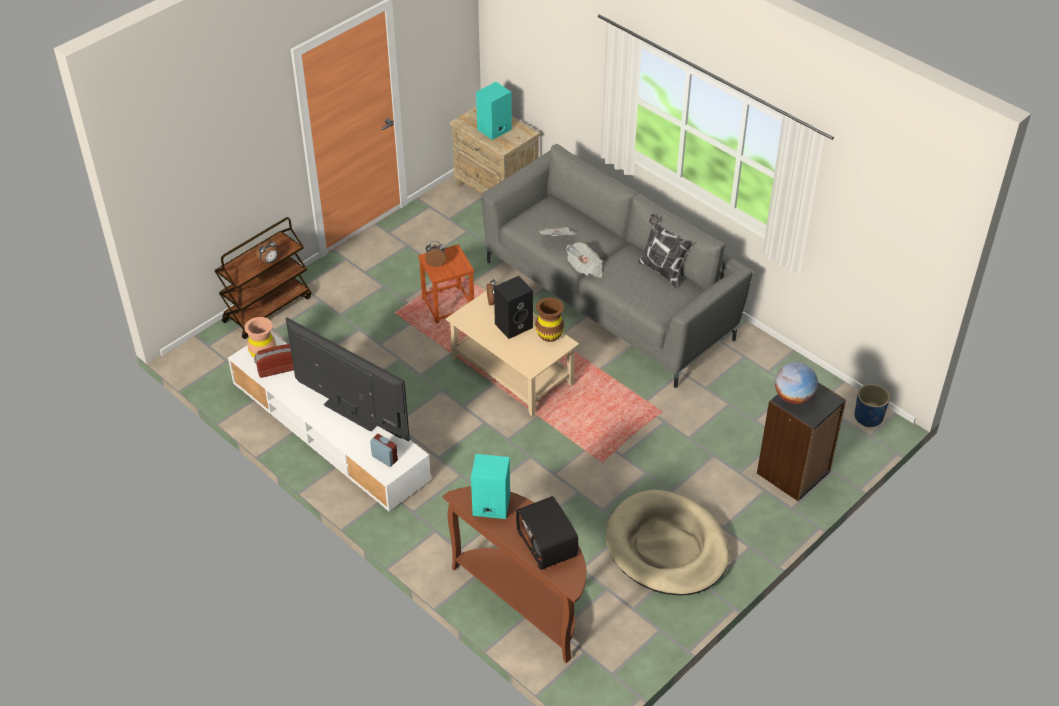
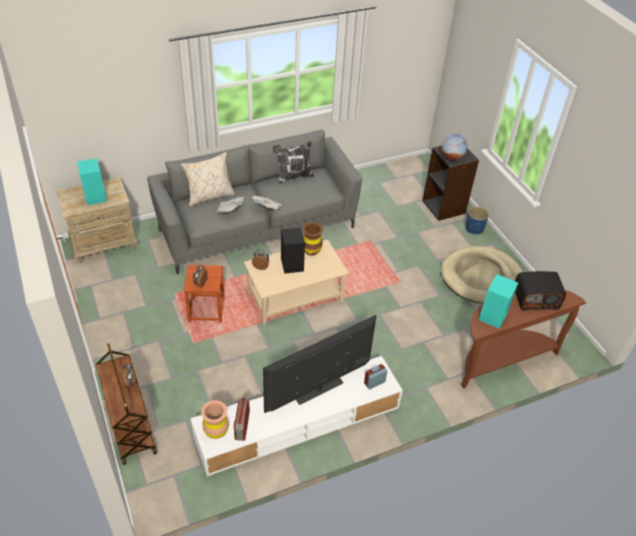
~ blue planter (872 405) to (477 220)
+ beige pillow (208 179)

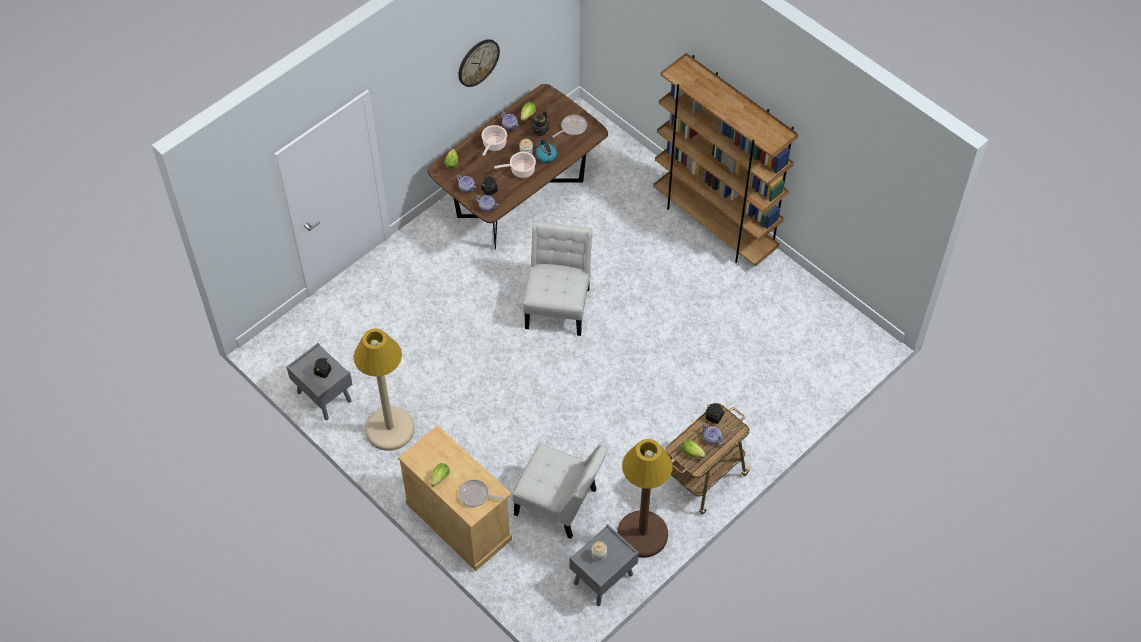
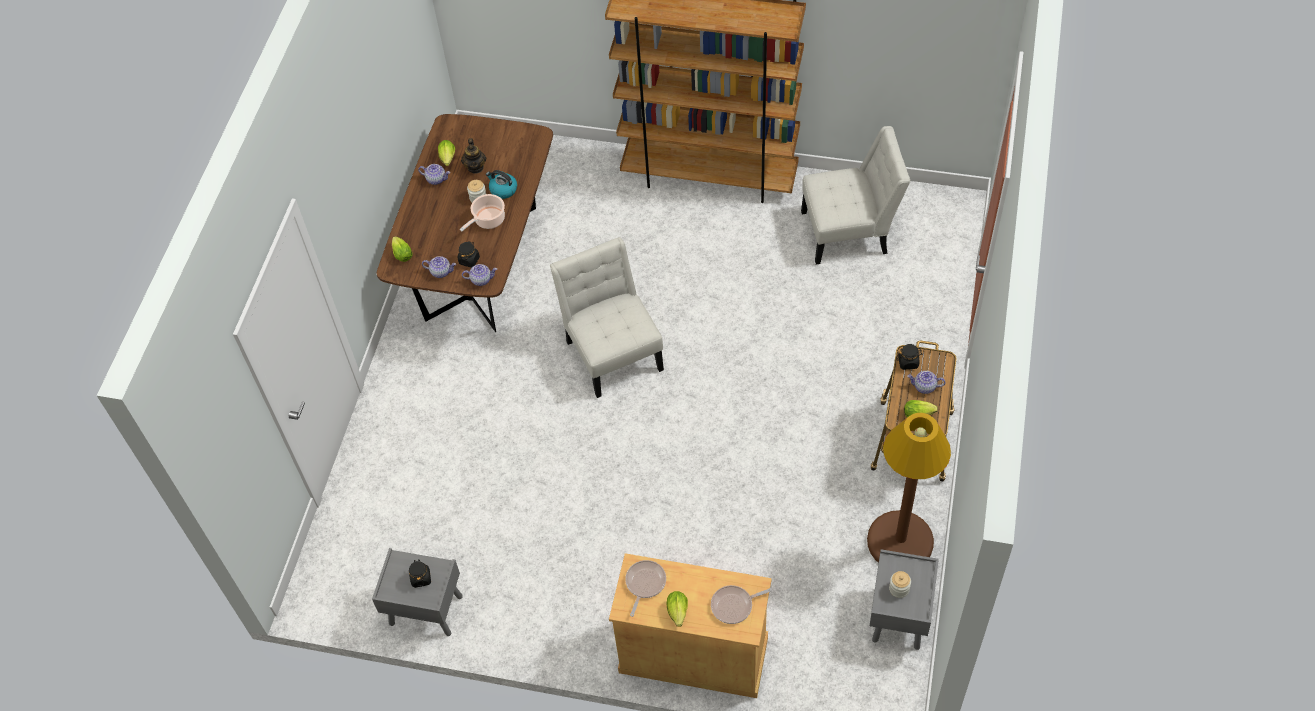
- beige floor lamp (384 389)
- wall clock (479 63)
- cooking pot (494 140)
~ white chair (561 491) to (855 195)
~ frying pan (569 126) to (645 588)

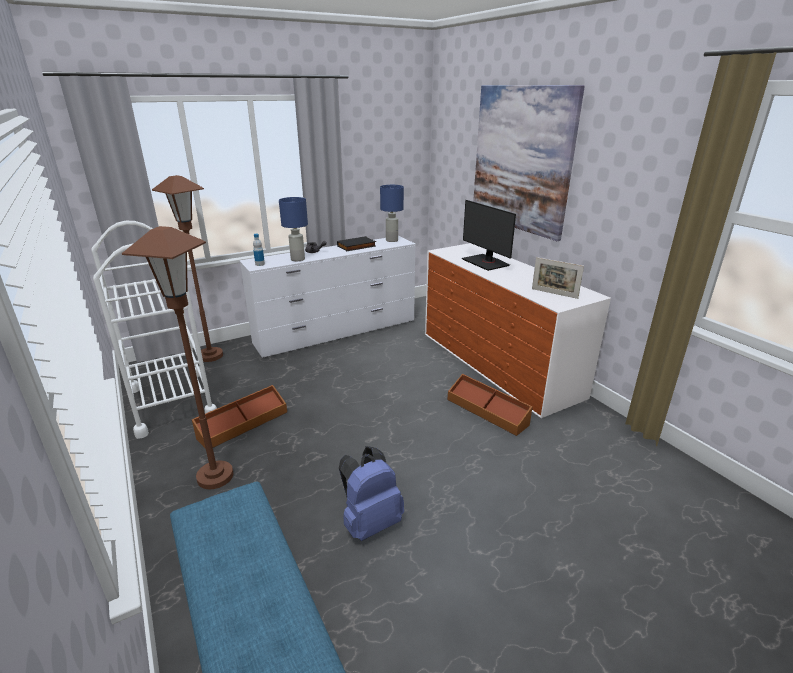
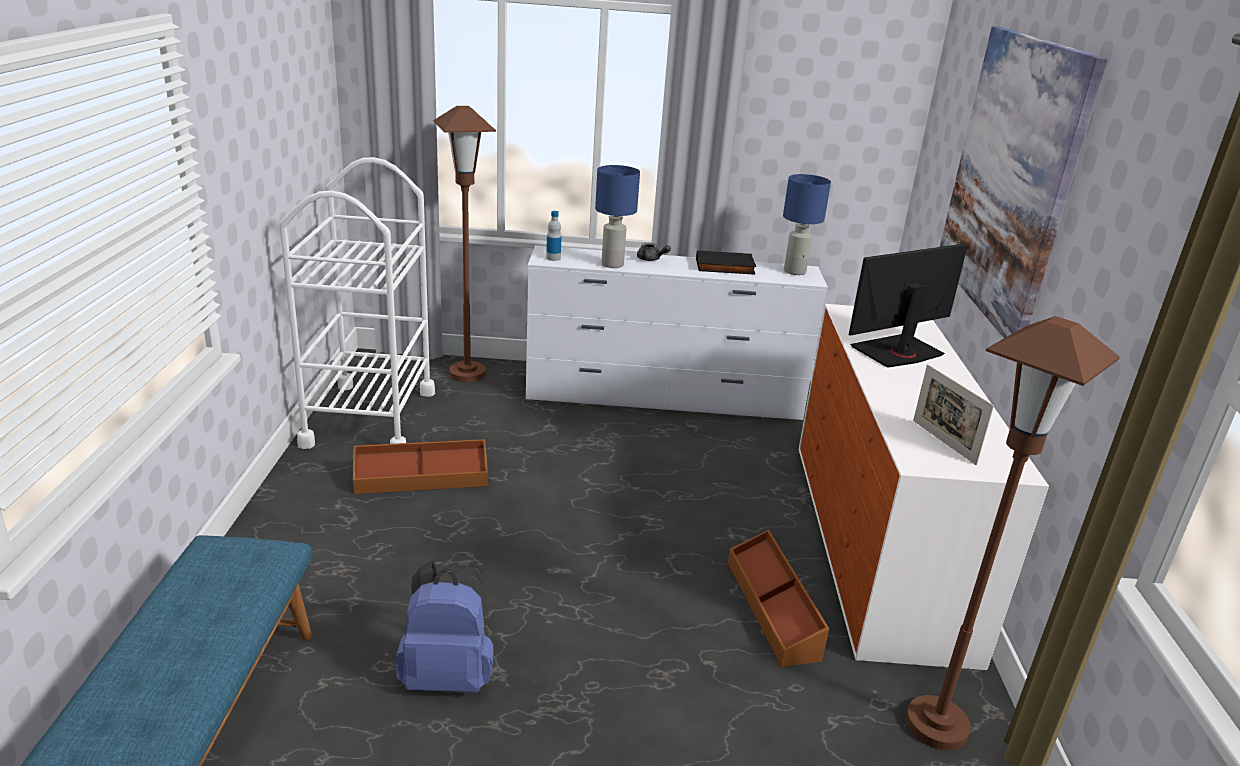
~ brown floor lamp (177 357) to (1013 533)
~ monitor (489 235) = (908 305) 60 degrees clockwise

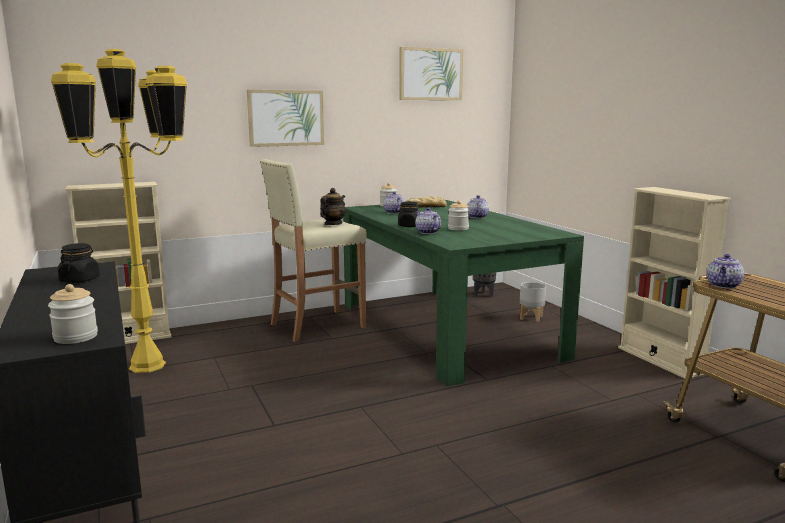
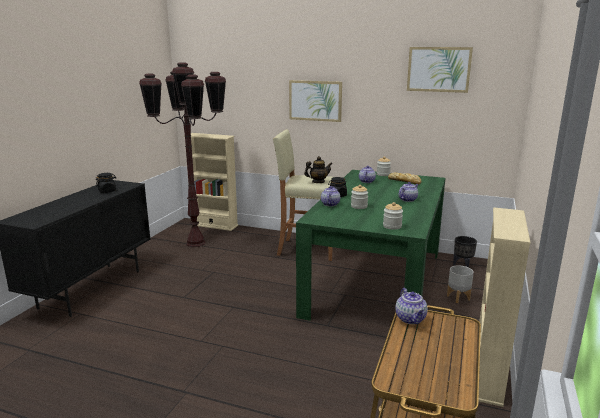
~ jar (73 314) to (393 216)
~ yellow floor lamp (119 211) to brown floor lamp (182 154)
~ teapot (725 271) = (411 306) 90 degrees counterclockwise

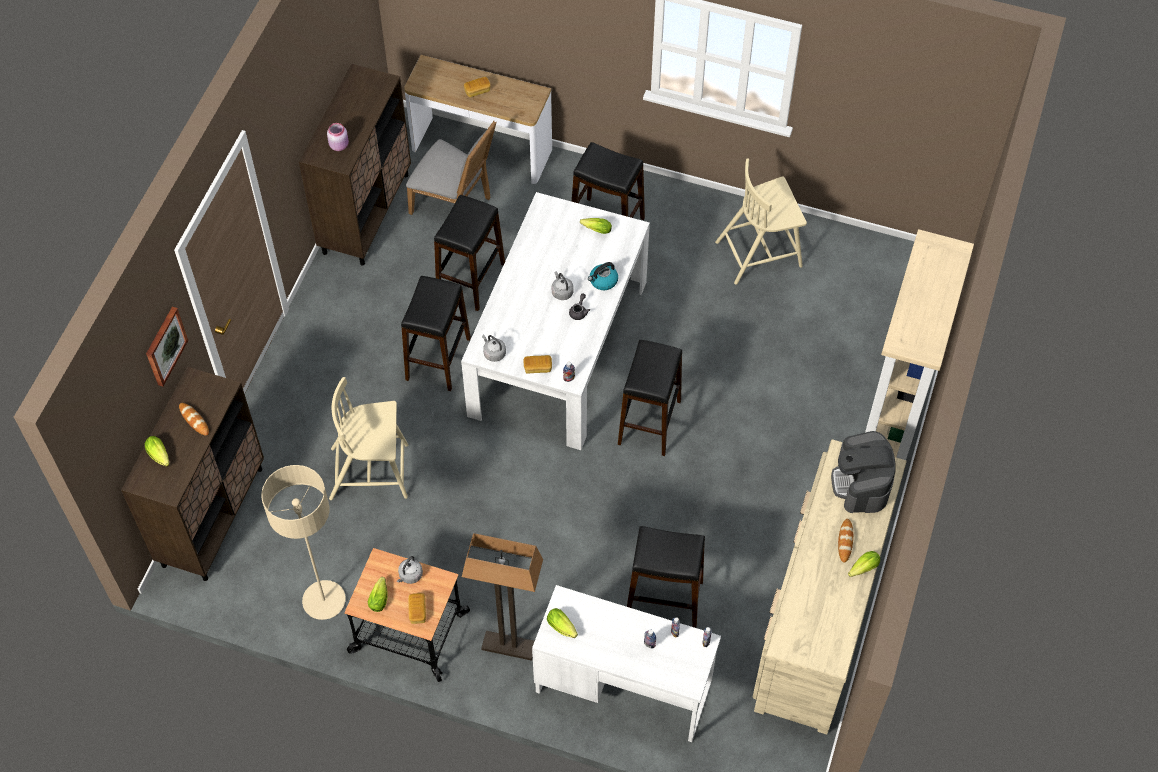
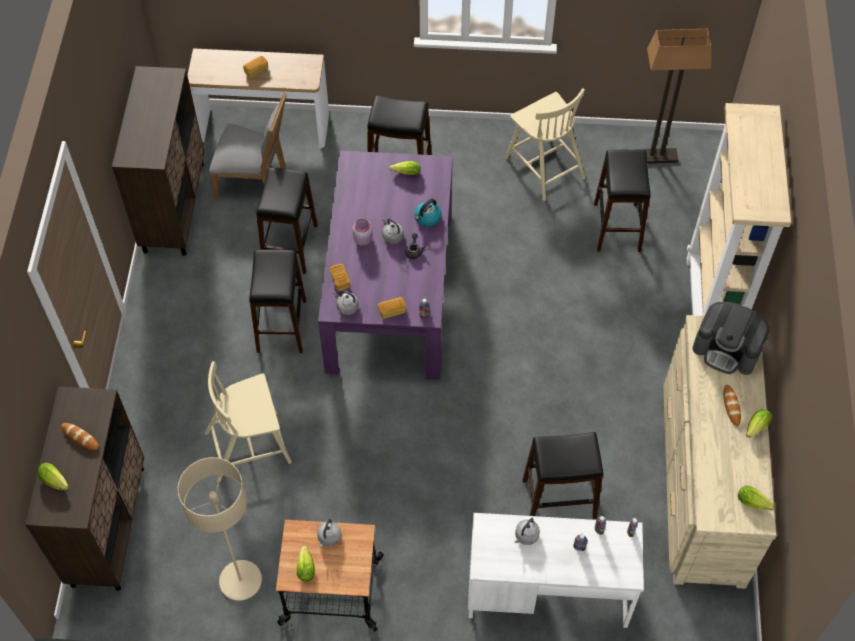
- picture (167 346)
~ pink jar (338 137) to (362 232)
~ bread (417 608) to (340 277)
~ white dining table (555 321) to purple dining table (385 265)
~ floor lamp (502 597) to (673 96)
~ lettuce (562 623) to (756 497)
~ black stool (650 398) to (622 201)
~ beige chair (761 222) = (545 144) 90 degrees counterclockwise
~ coffee machine (863 472) = (730 338) 45 degrees counterclockwise
+ grey kettle (527 531)

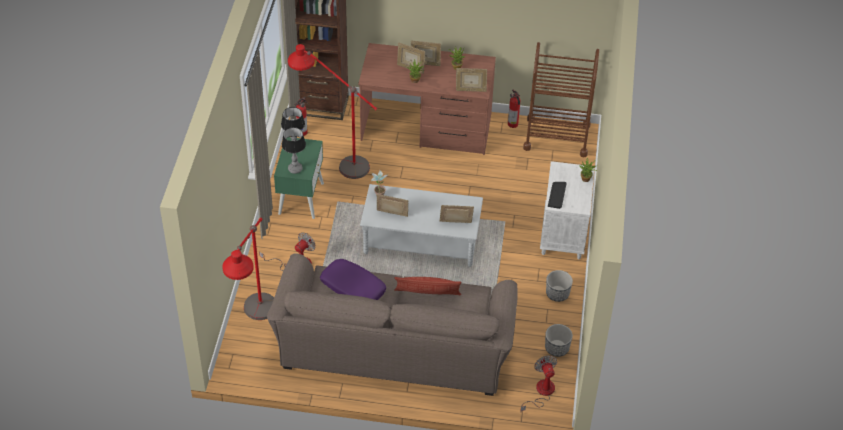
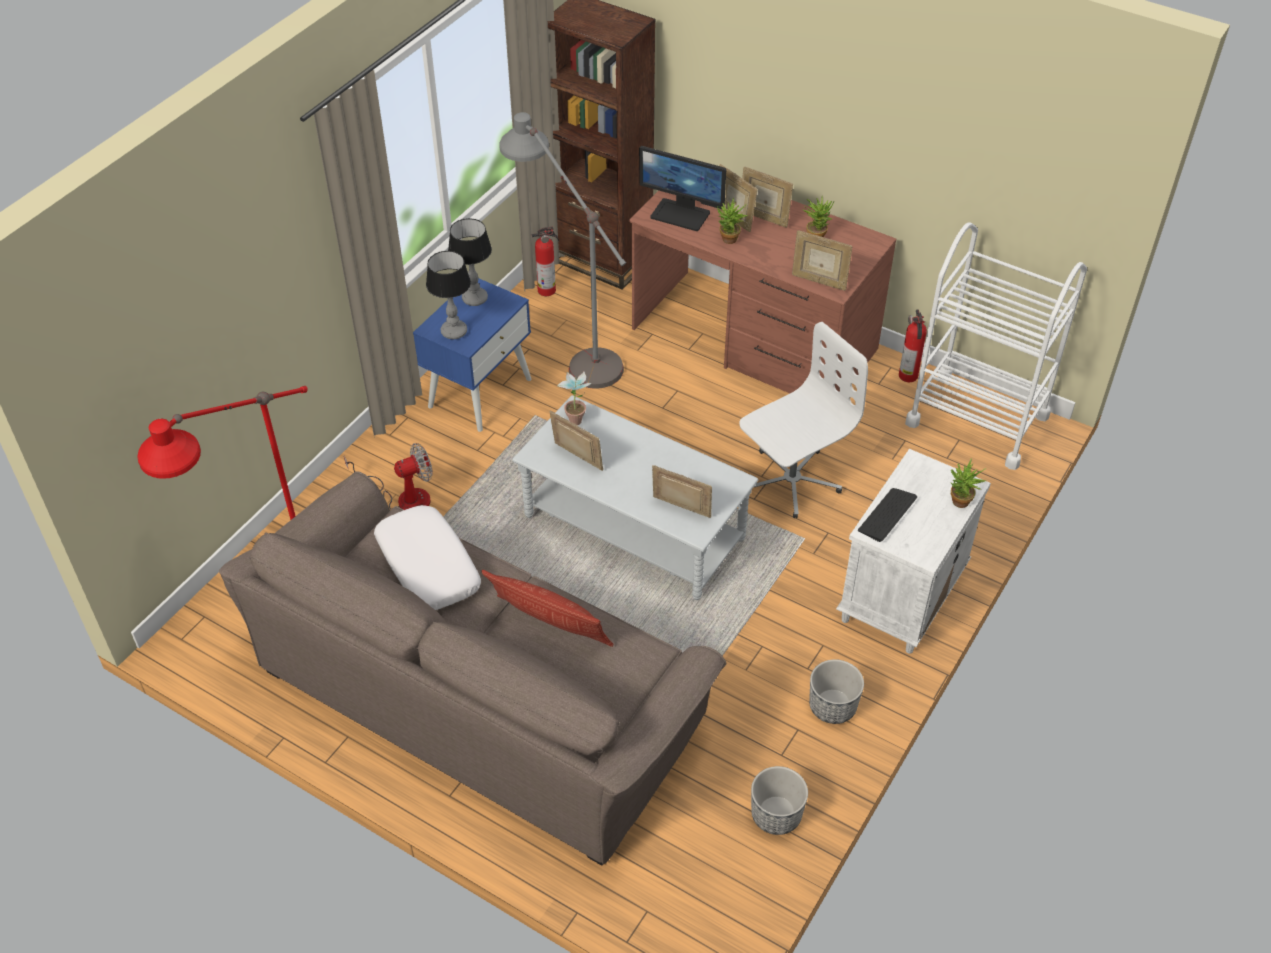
~ green nightstand (299 178) to blue nightstand (472 355)
~ red floor lamp (333 111) to grey floor lamp (562 250)
~ purple pillow (353 279) to white pillow (427 557)
- fan (539 383)
~ brown cart (561 100) to white cart (996 346)
+ monitor (682 188)
+ white office chair (803 420)

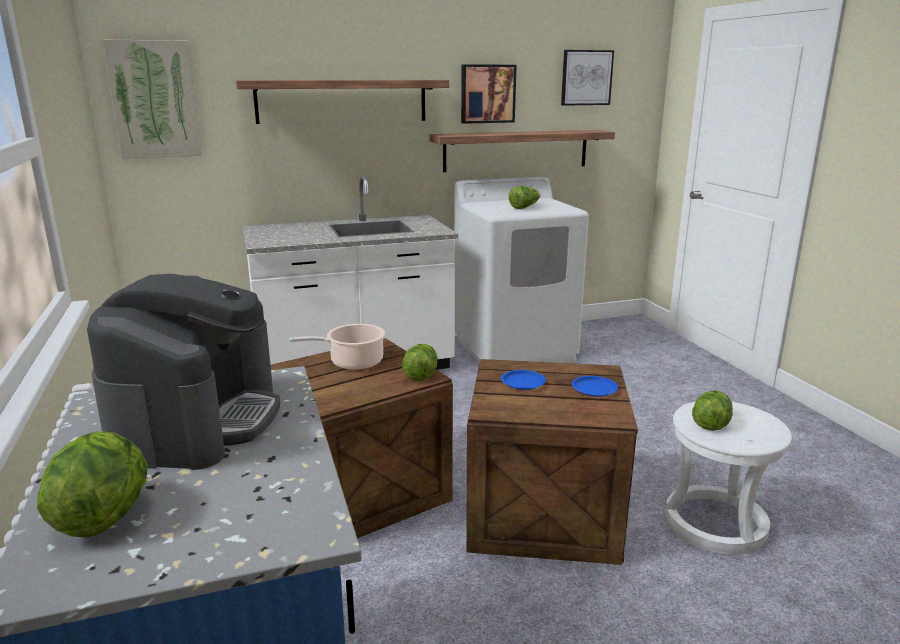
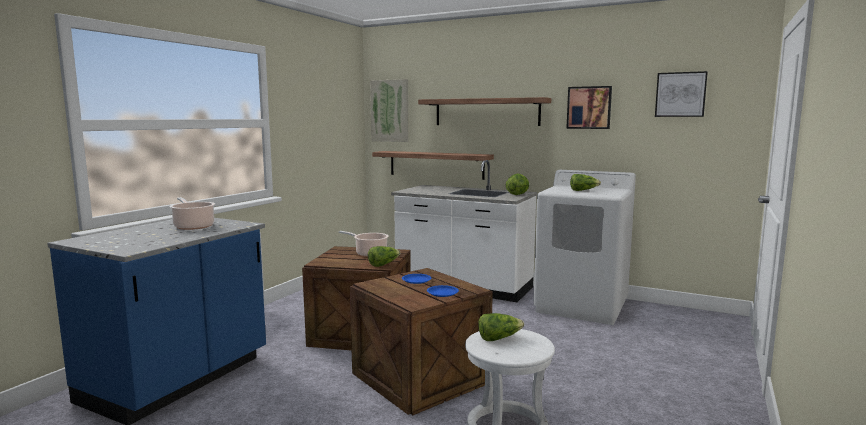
~ lettuce (92 484) to (517 184)
~ coffee machine (183 372) to cooking pot (192 213)
~ shelf (522 151) to (433 165)

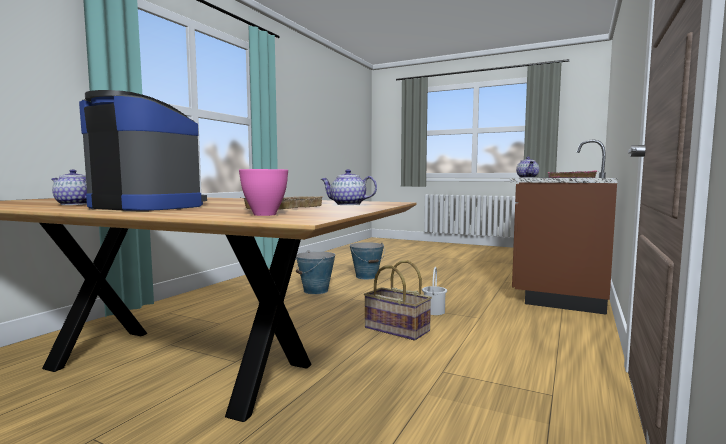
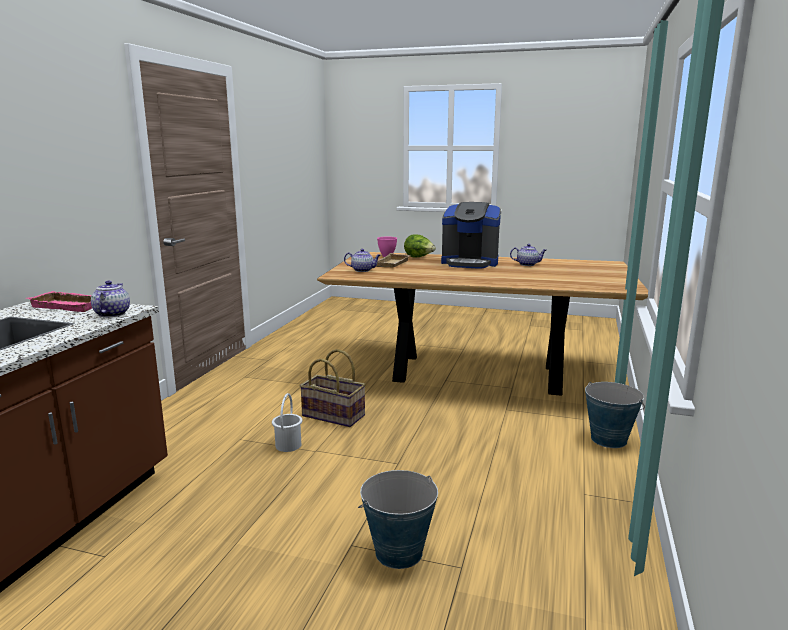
~ bucket (315 272) to (615 415)
+ lettuce (420 246)

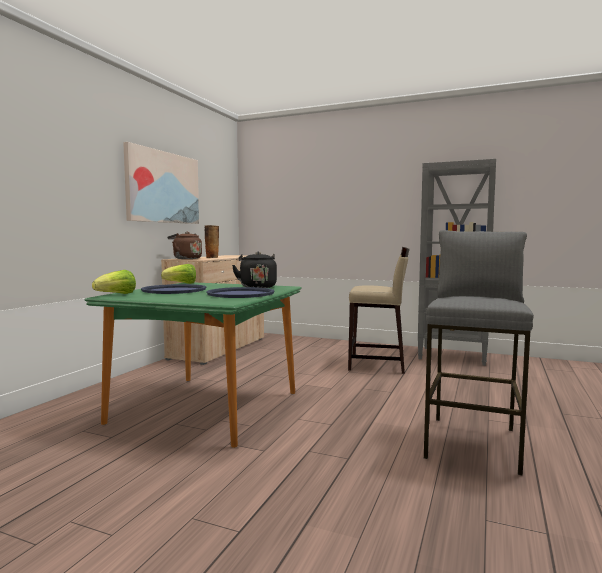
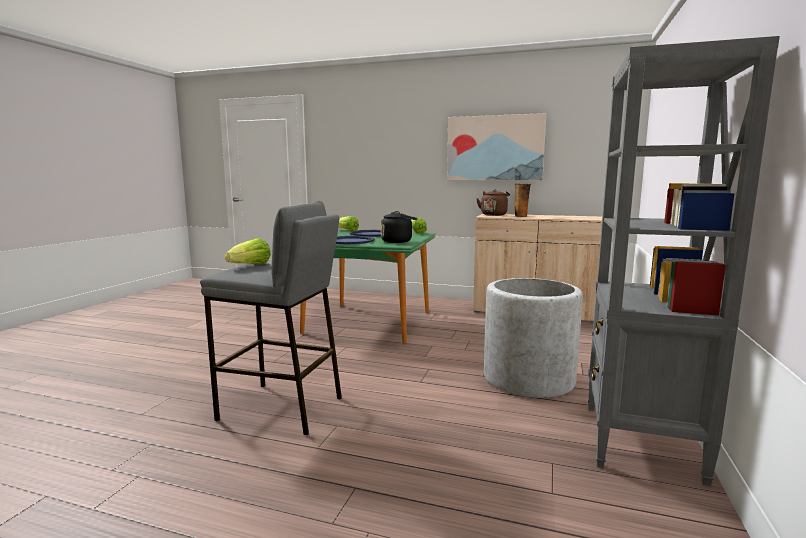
~ beige stool (379 310) to grey planter (533 338)
+ lettuce (247 251)

